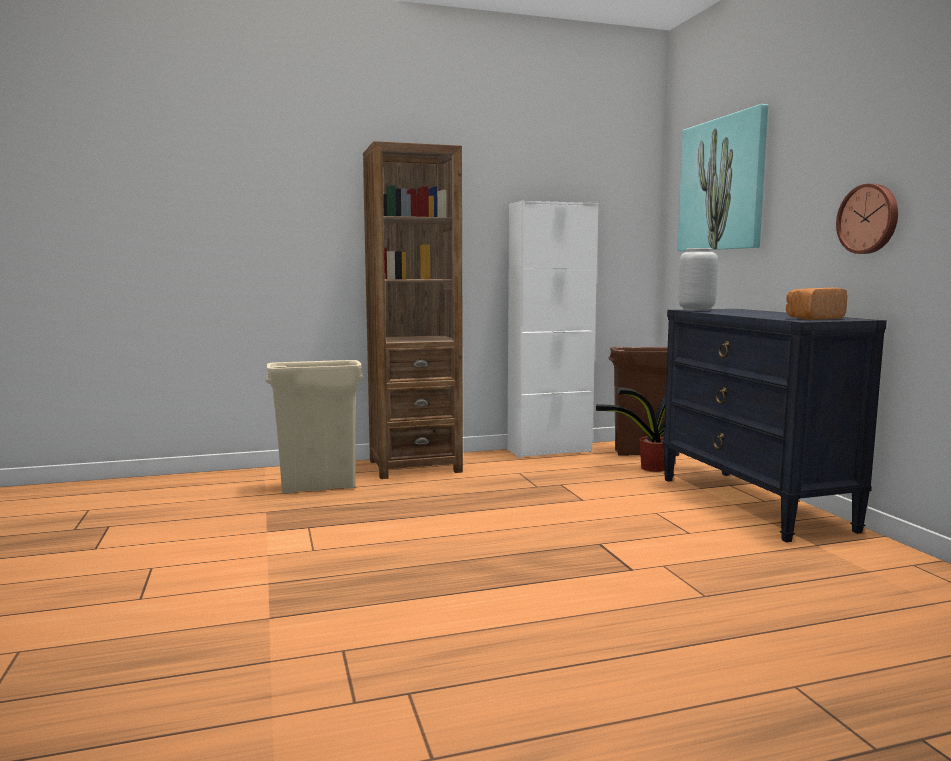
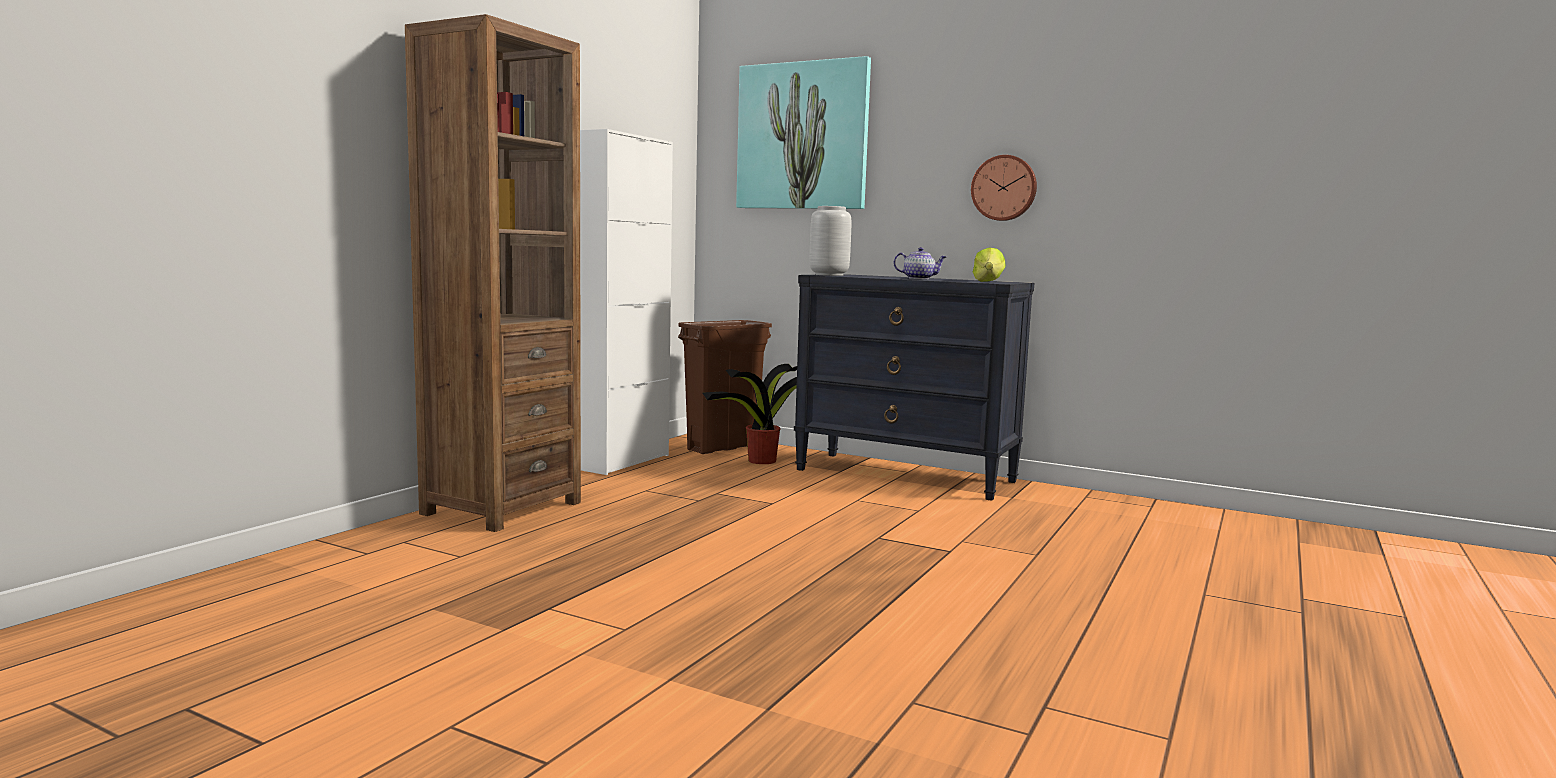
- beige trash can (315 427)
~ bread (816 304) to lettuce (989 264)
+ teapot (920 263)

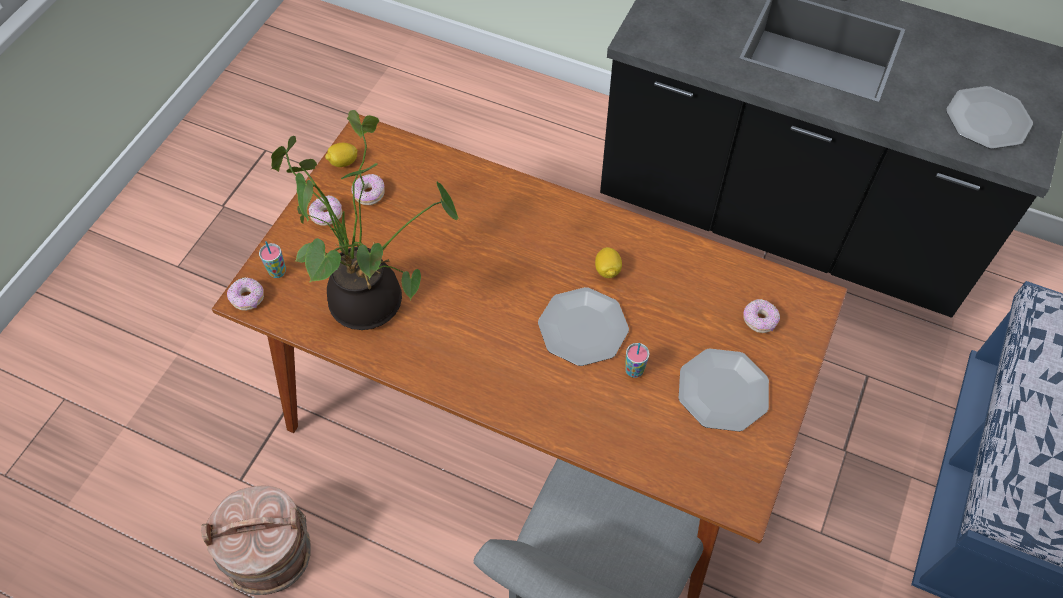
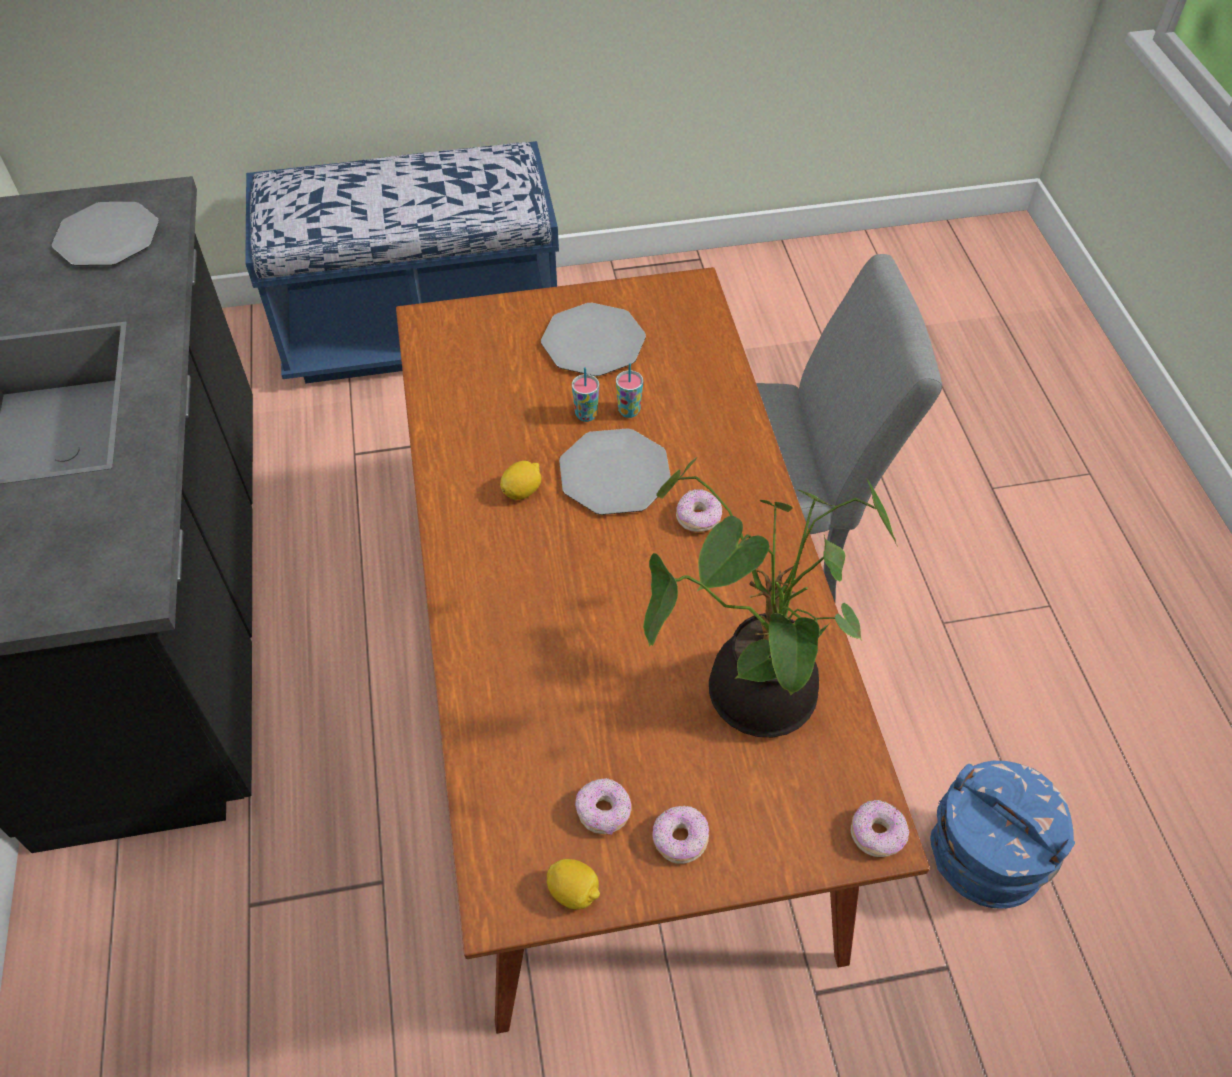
~ brown bucket (256 540) to blue bucket (1002 835)
~ cup (272 259) to (585 394)
~ donut (761 316) to (699 510)

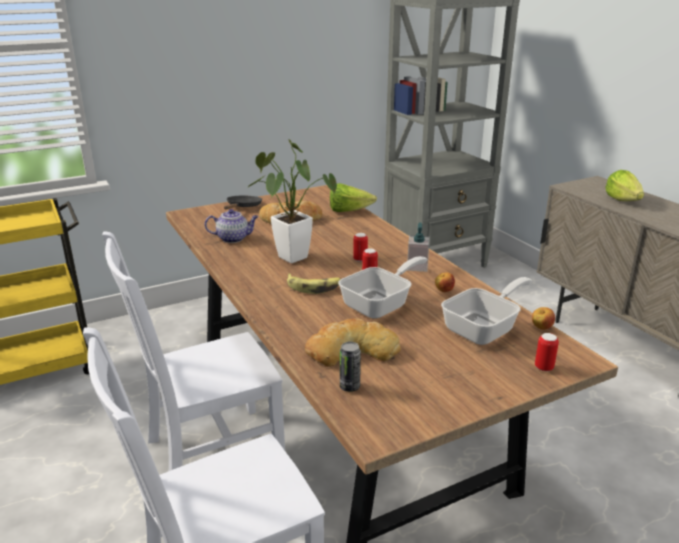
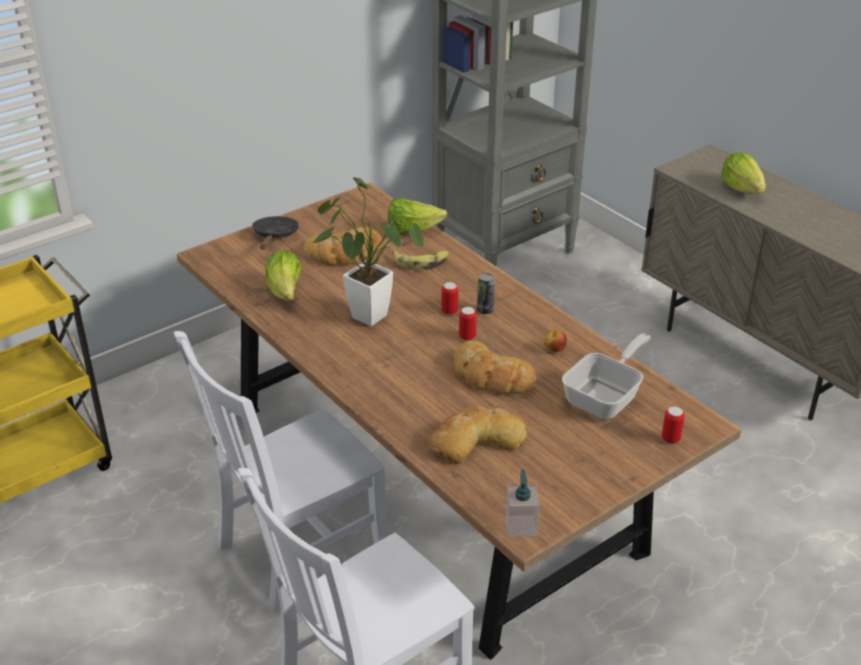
~ teapot (232 226) to lettuce (283 275)
~ banana (314 284) to (420 260)
~ frying pan (382 287) to bread (495 367)
~ can (350 367) to (486 293)
~ soap dispenser (418 247) to (522 503)
- apple (543 318)

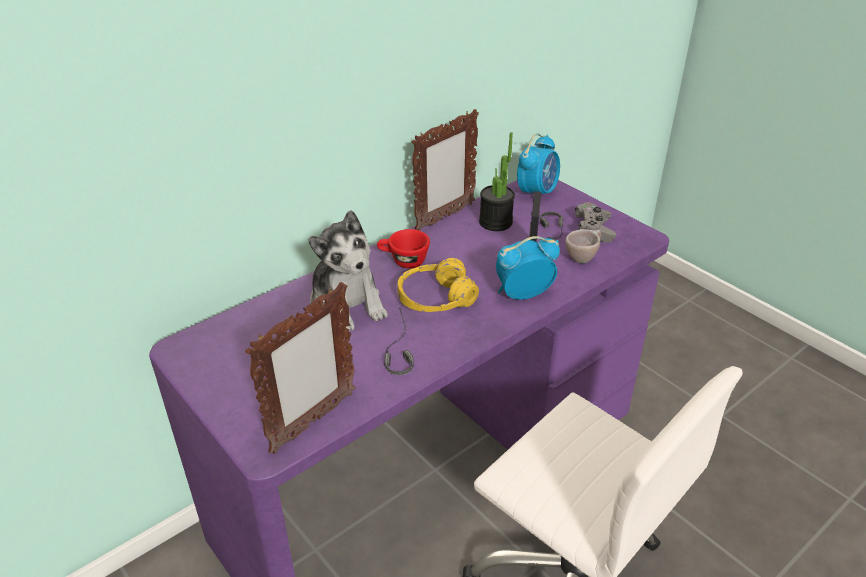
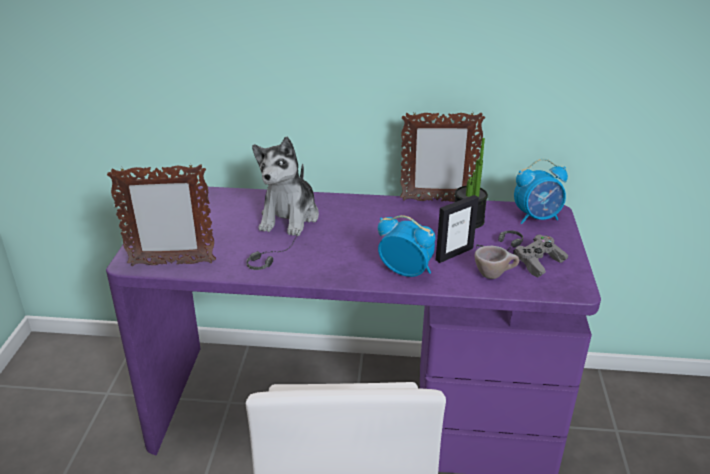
- red cup (403 248)
- yellow headphones (438 285)

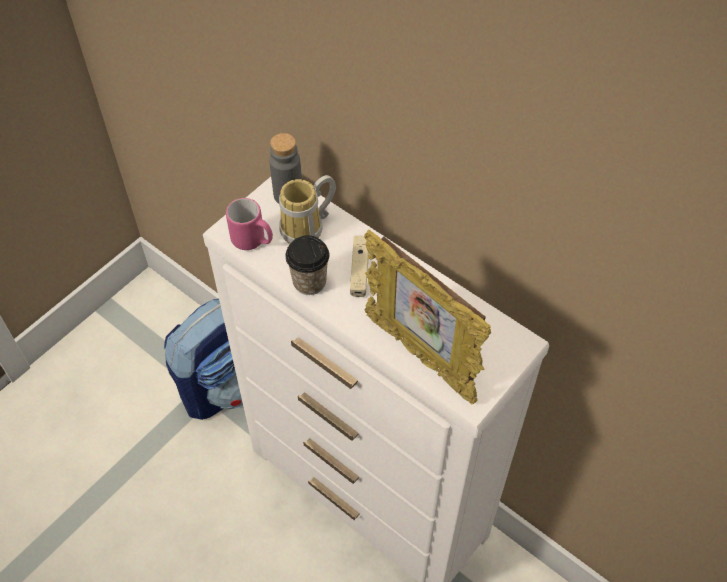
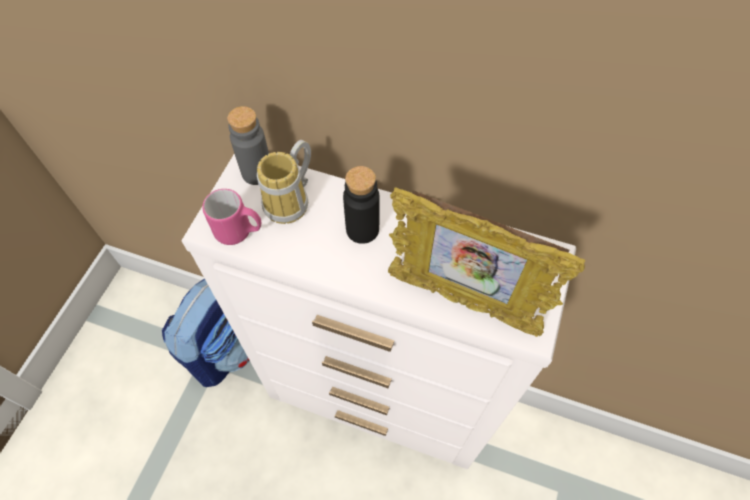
- cup (307 265)
~ beige game controller (359 266) to black bottle (361 205)

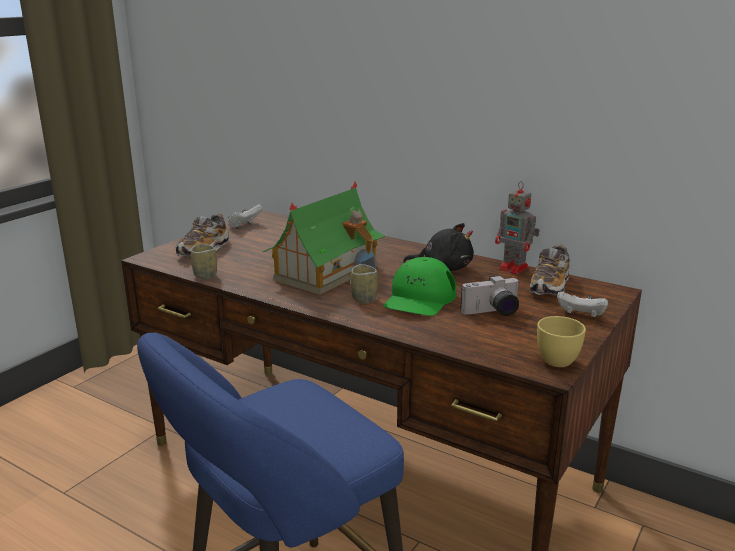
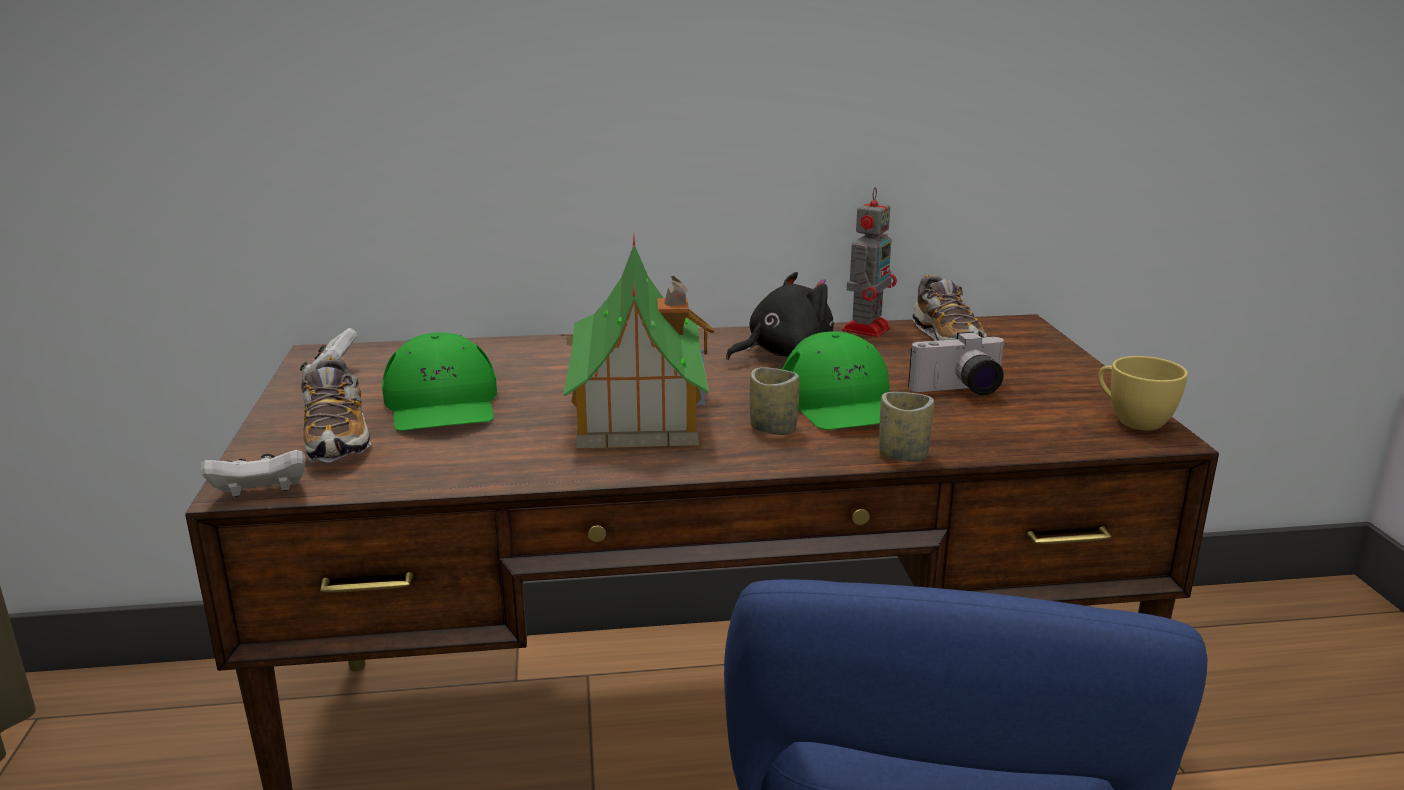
~ cup (204 261) to (906 426)
~ photo camera (490 295) = (957 363) 45 degrees clockwise
~ toy robot (517 228) = (869 262) 60 degrees counterclockwise
~ white game controller (582 304) to (253 473)
+ green cap (439 381)

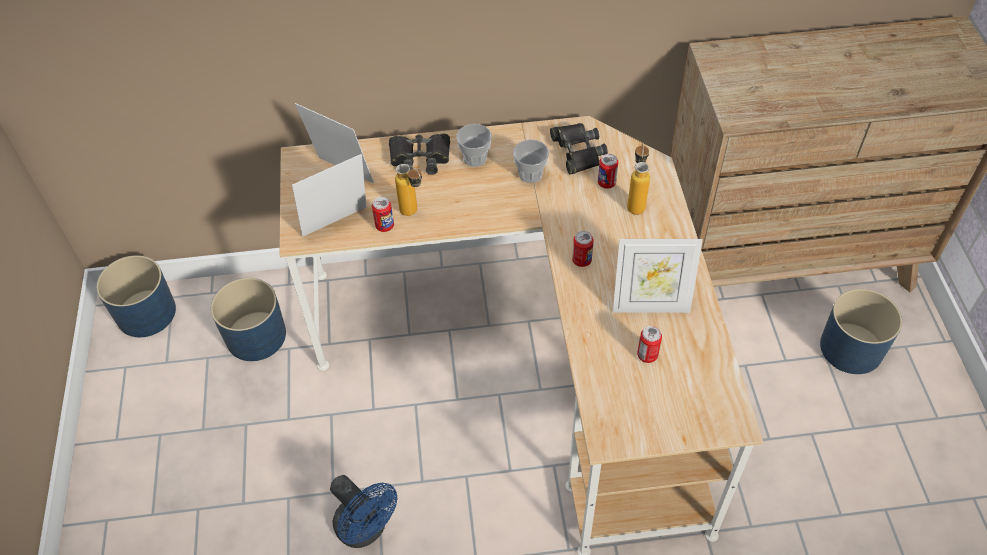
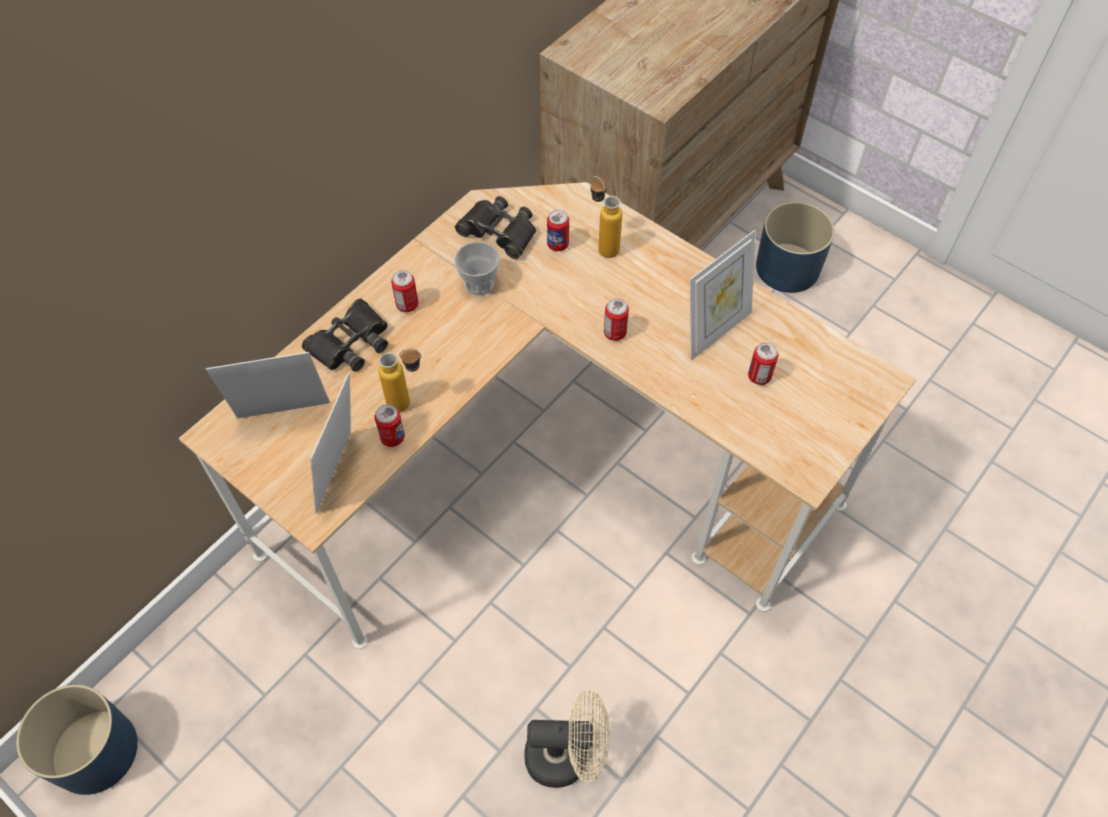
- blue planter (248 319)
~ blue fan (363 511) to beige fan (567 739)
~ cup (474 145) to can (404 291)

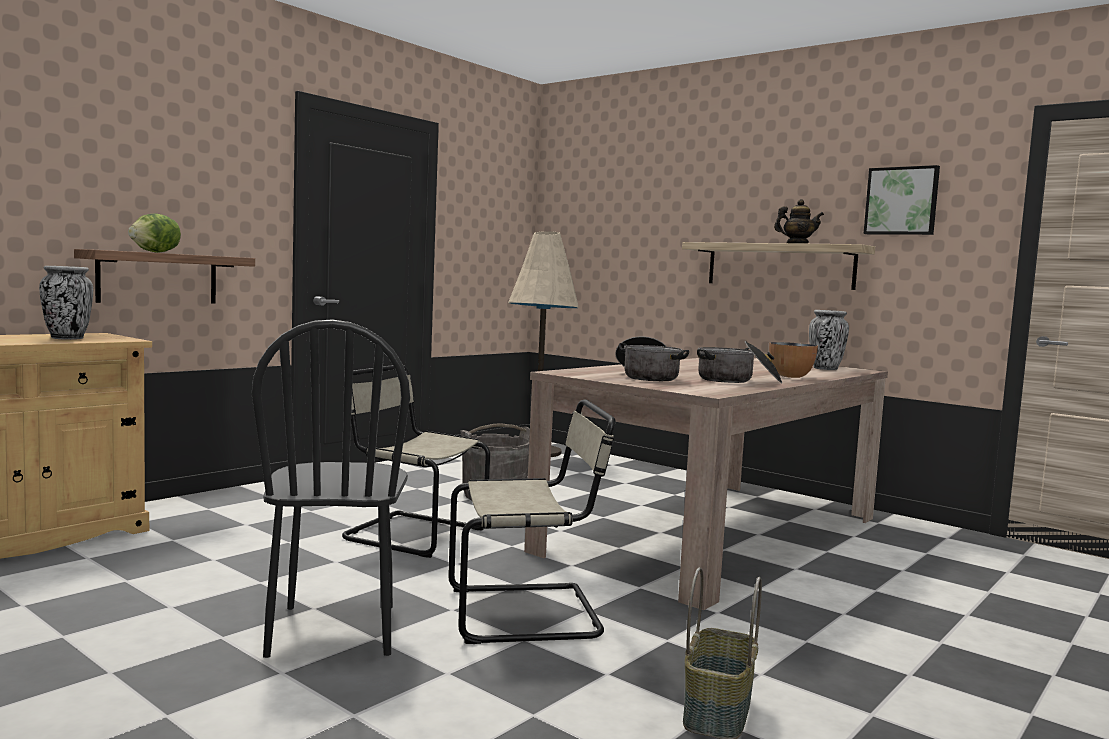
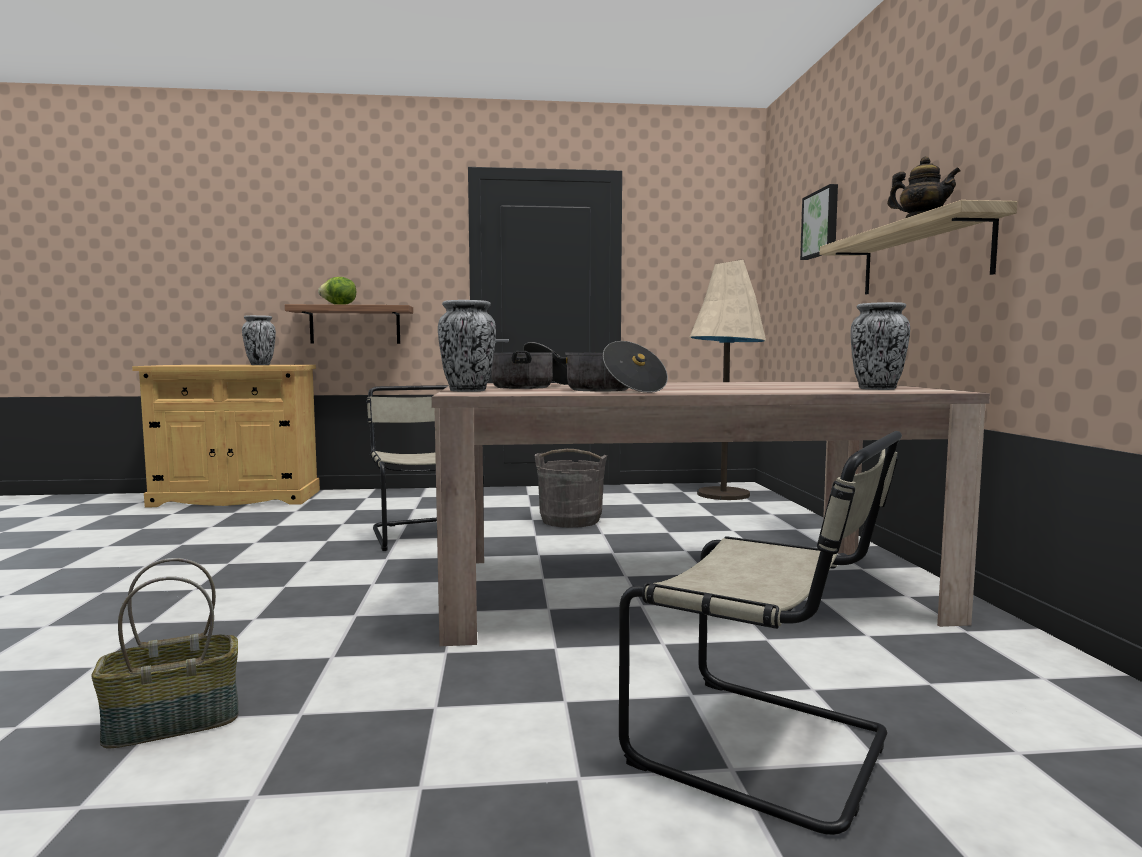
- black chair (330 488)
~ beige chair (532 521) to (760 633)
- bowl (793 360)
~ picture (902 200) to (819 222)
+ vase (467 346)

